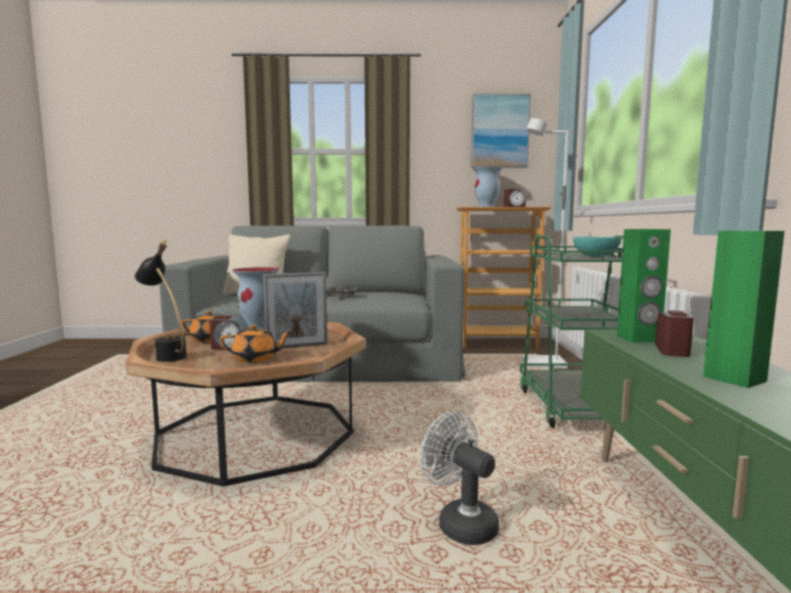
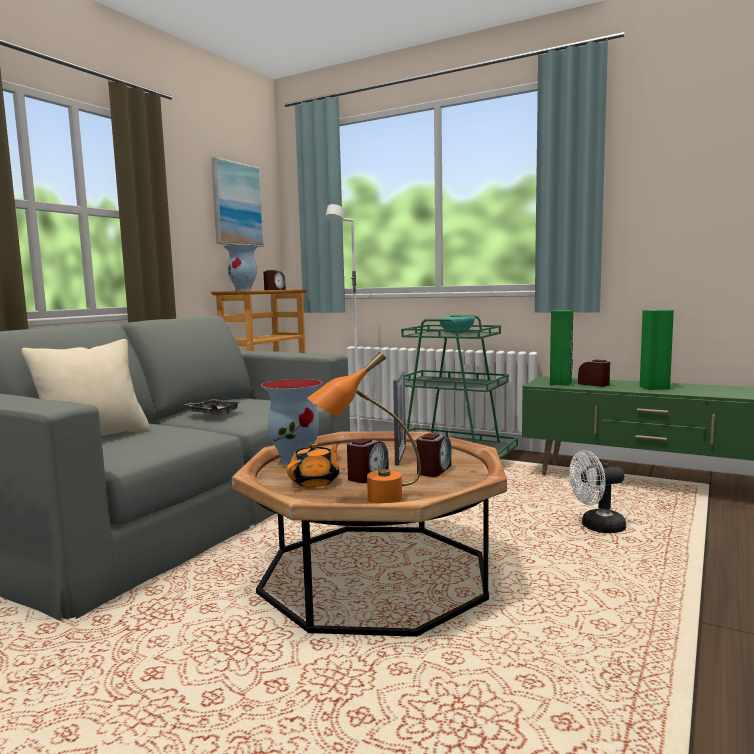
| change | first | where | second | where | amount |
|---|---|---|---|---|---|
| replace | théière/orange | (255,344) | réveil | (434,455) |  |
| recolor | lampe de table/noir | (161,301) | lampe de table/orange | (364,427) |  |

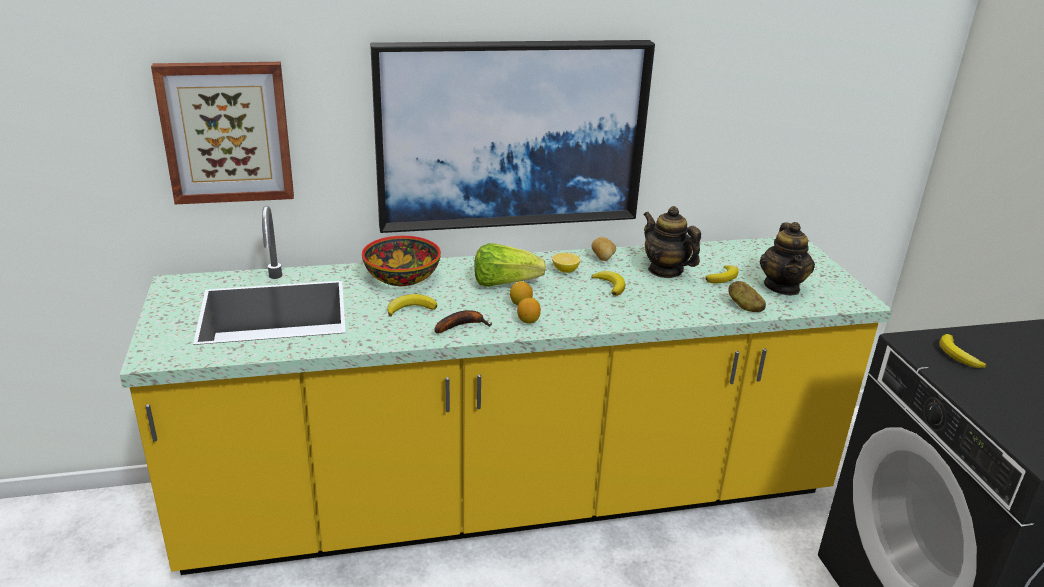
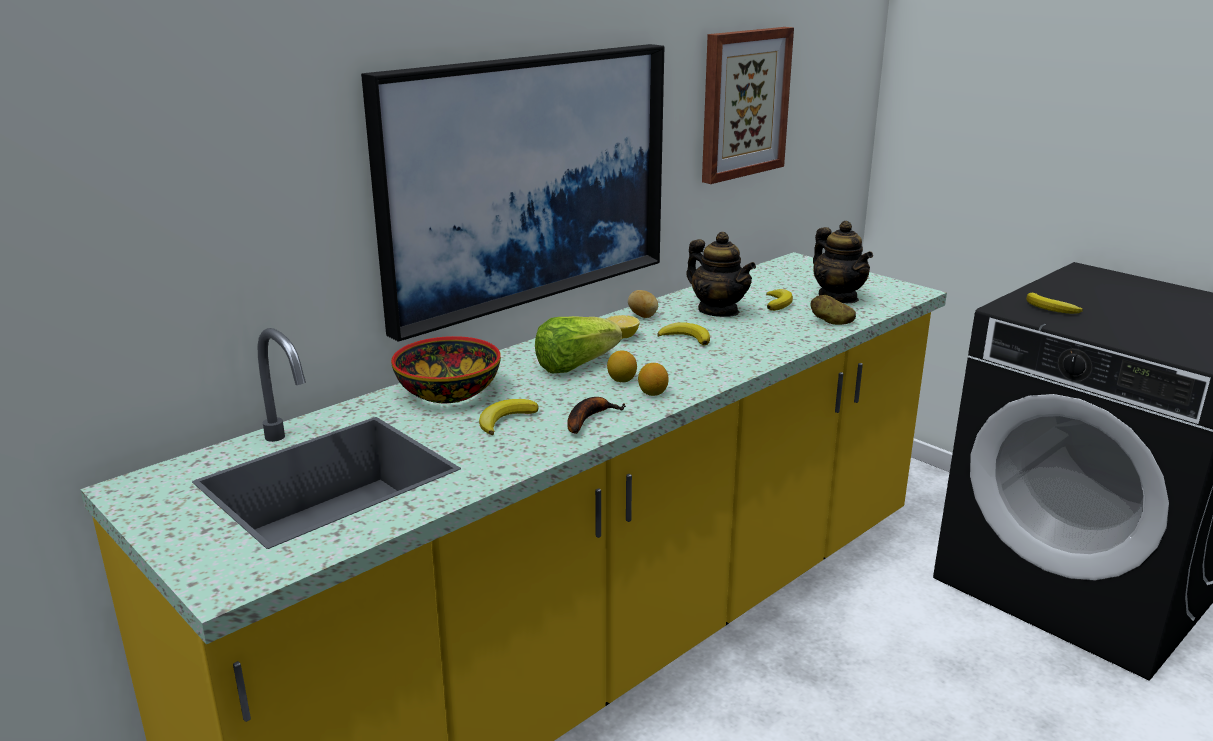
| change | first | where | second | where | amount |
|---|---|---|---|---|---|
| move | tableau | (222,133) |  | (748,105) |  |
| rotate | théière | (672,242) |  | (721,274) | 150 degrees counterclockwise |

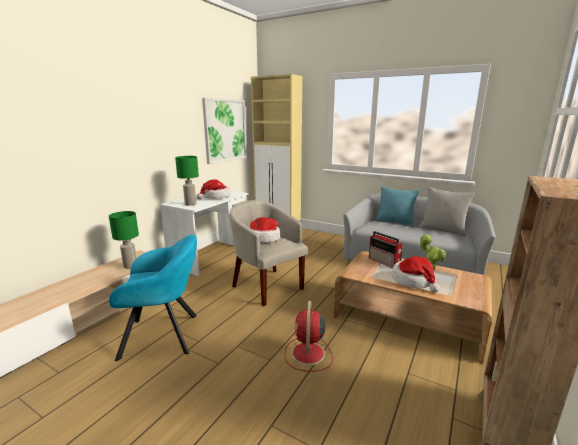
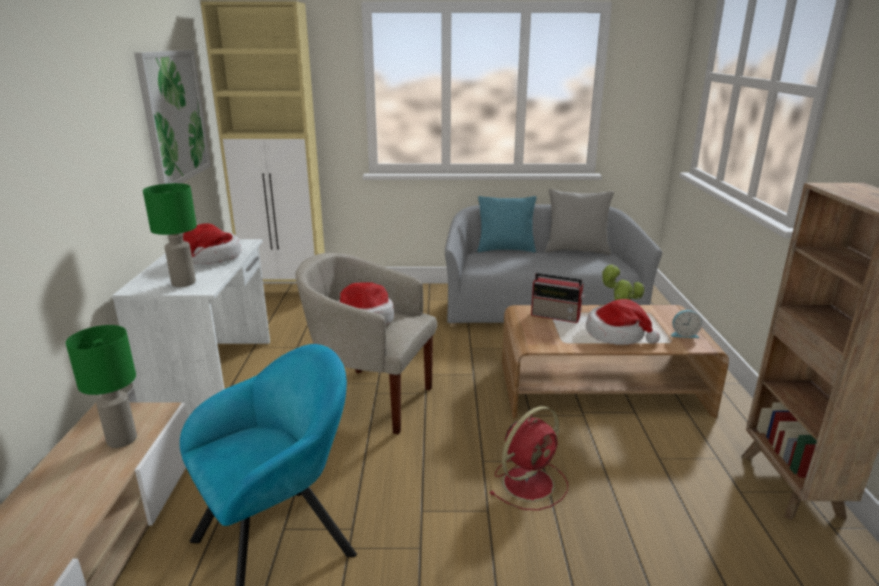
| change | first | where | second | where | amount |
|---|---|---|---|---|---|
| insert |  |  | réveil | (686,324) |  |
| rotate | ventilateur/rouge | (309,336) |  | (529,458) | 105 degrees counterclockwise |

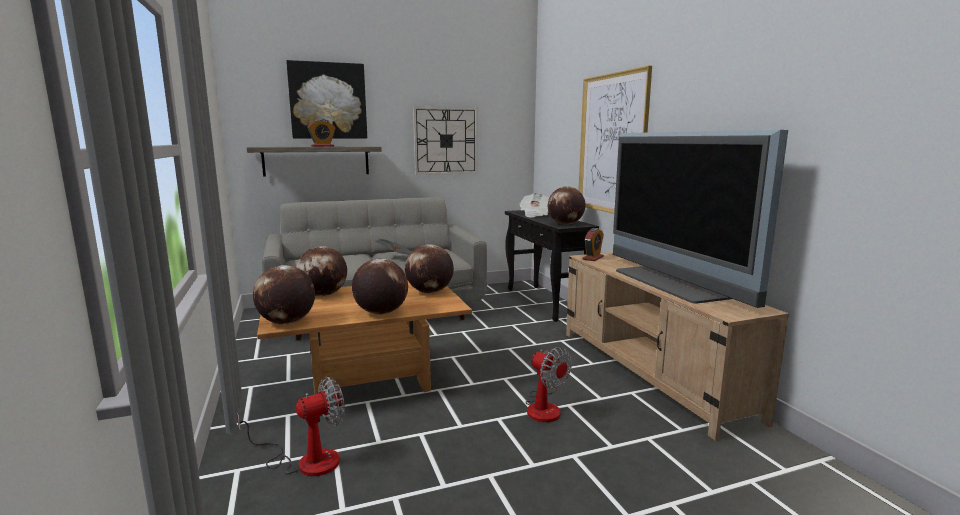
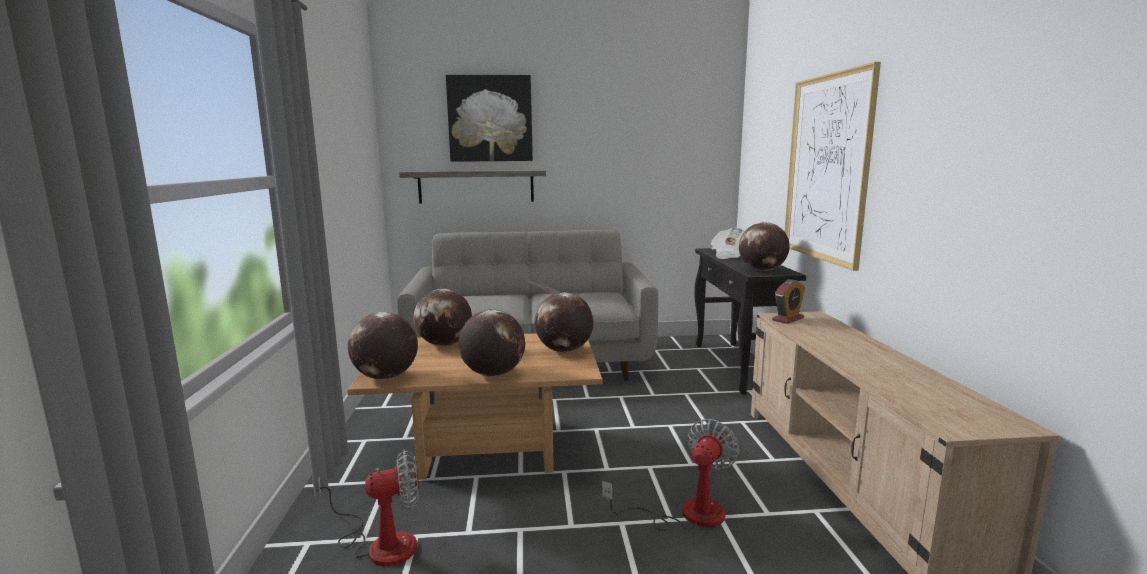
| change | first | where | second | where | amount |
|---|---|---|---|---|---|
| delete | réveil | (321,133) |  |  |  |
| delete | horloge murale | (445,140) |  |  |  |
| delete | téléviseur | (700,219) |  |  |  |
| rotate | ventilateur | (548,384) |  | (670,474) | 120 degrees counterclockwise |

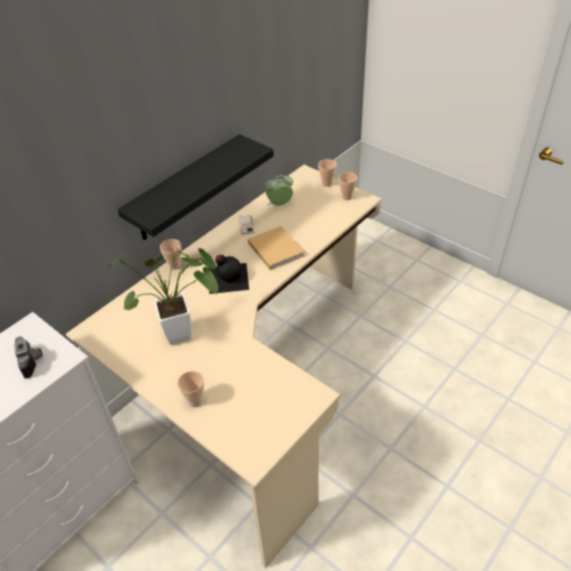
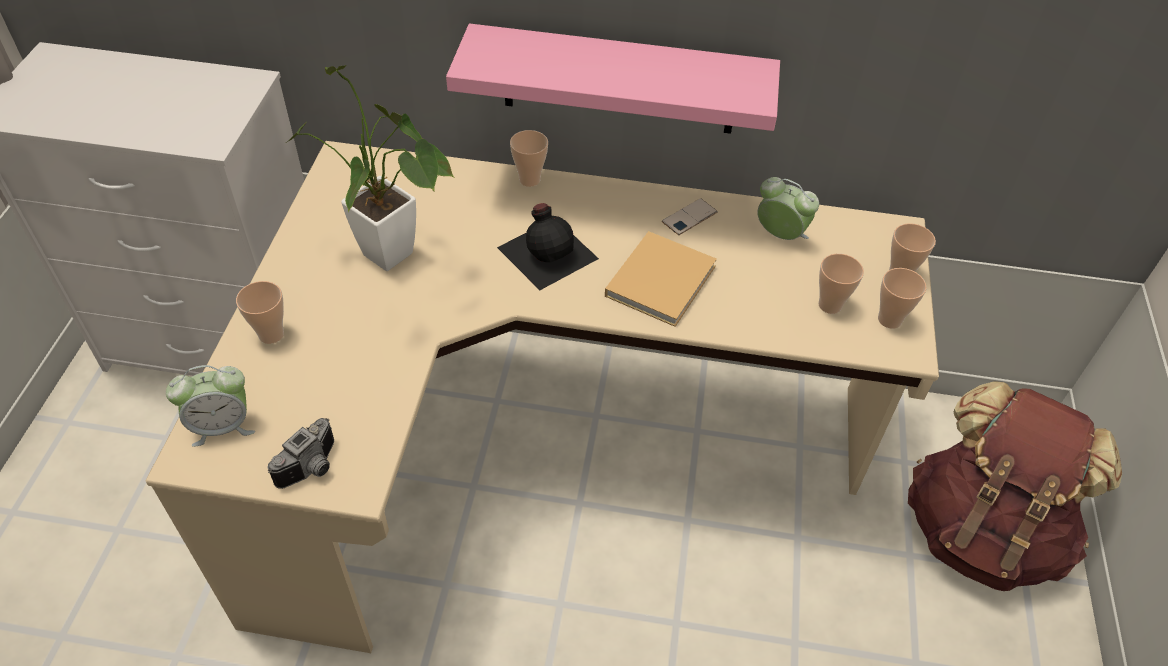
| change | first | where | second | where | amount |
|---|---|---|---|---|---|
| insert |  |  | réveil | (210,406) |  |
| insert |  |  | tasse | (841,284) |  |
| insert |  |  | sac à dos/marron | (1015,486) |  |
| move | appareil photo | (28,357) |  | (300,453) |  |
| recolor | étagère/noir | (195,187) | étagère/rose | (613,79) |  |

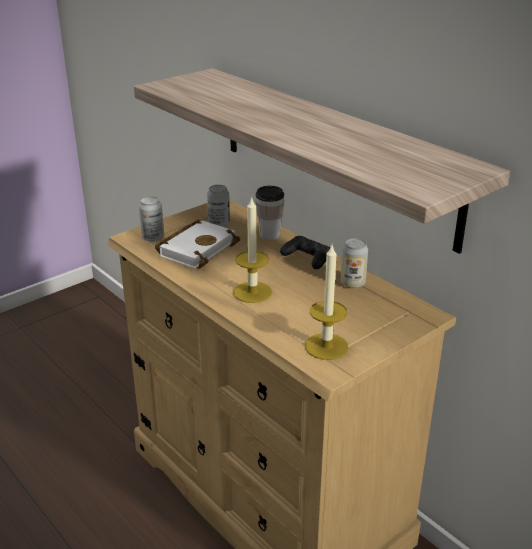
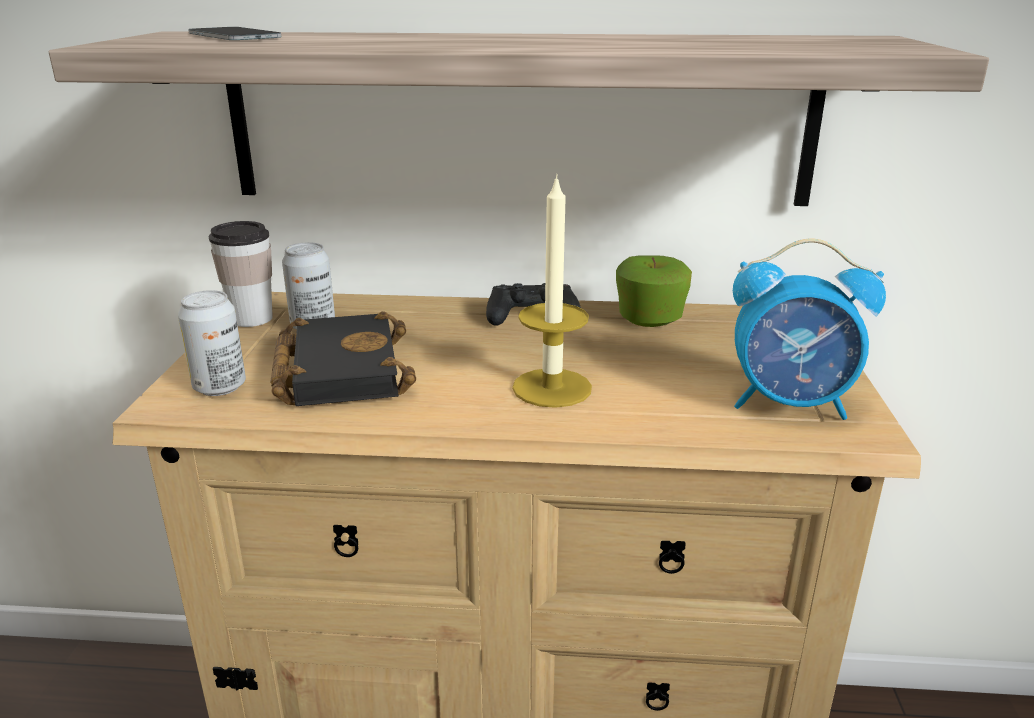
| change | first | where | second | where | amount |
|---|---|---|---|---|---|
| insert |  |  | téléphone | (234,33) |  |
| move | tasse | (270,213) |  | (241,274) |  |
| replace | bougie | (326,302) | réveil | (809,329) |  |
| replace | boîte métallique | (354,263) | pomme | (654,291) |  |
| recolor | livre/blanc | (197,244) | livre/noir | (343,358) |  |

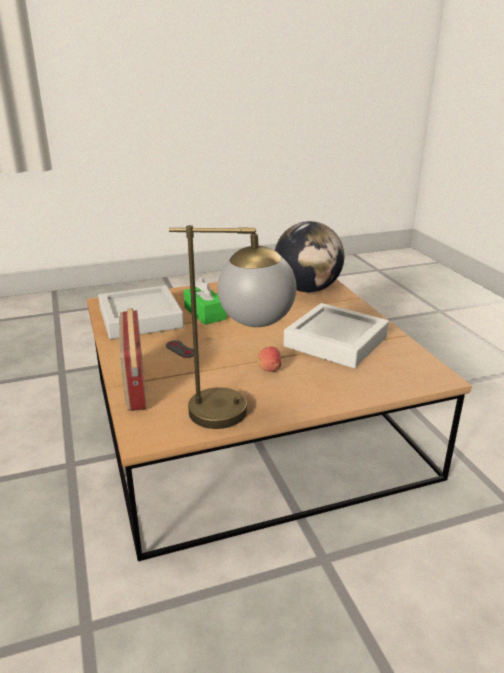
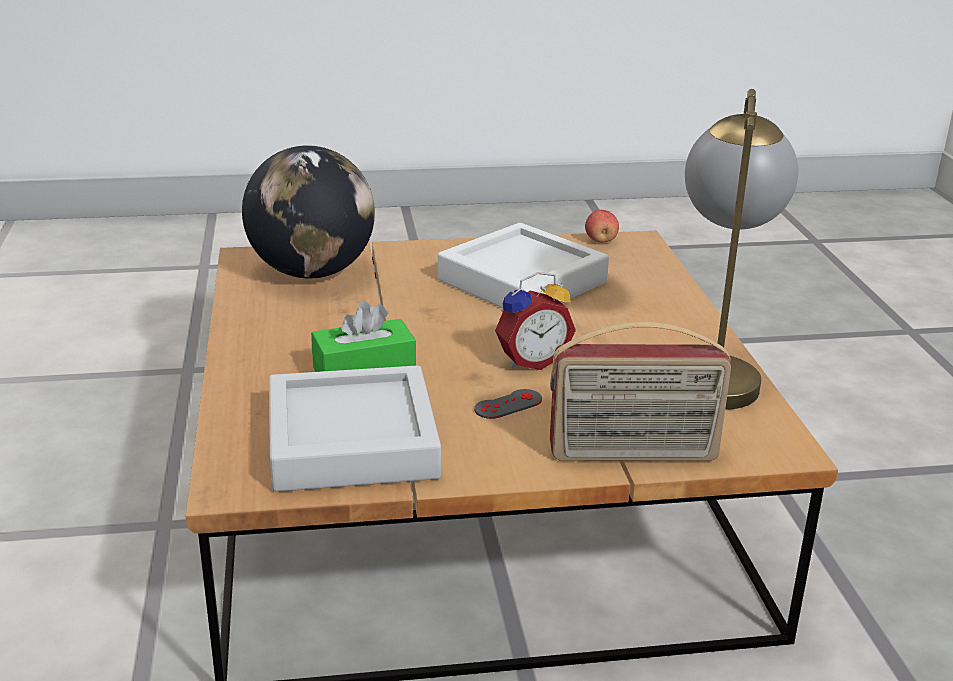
| change | first | where | second | where | amount |
|---|---|---|---|---|---|
| insert |  |  | réveil | (535,321) |  |
| move | pomme | (270,359) |  | (602,226) |  |

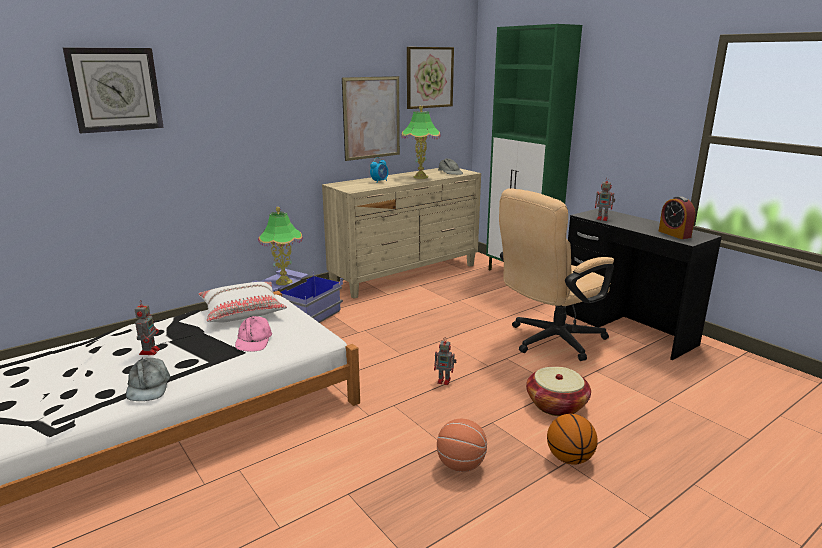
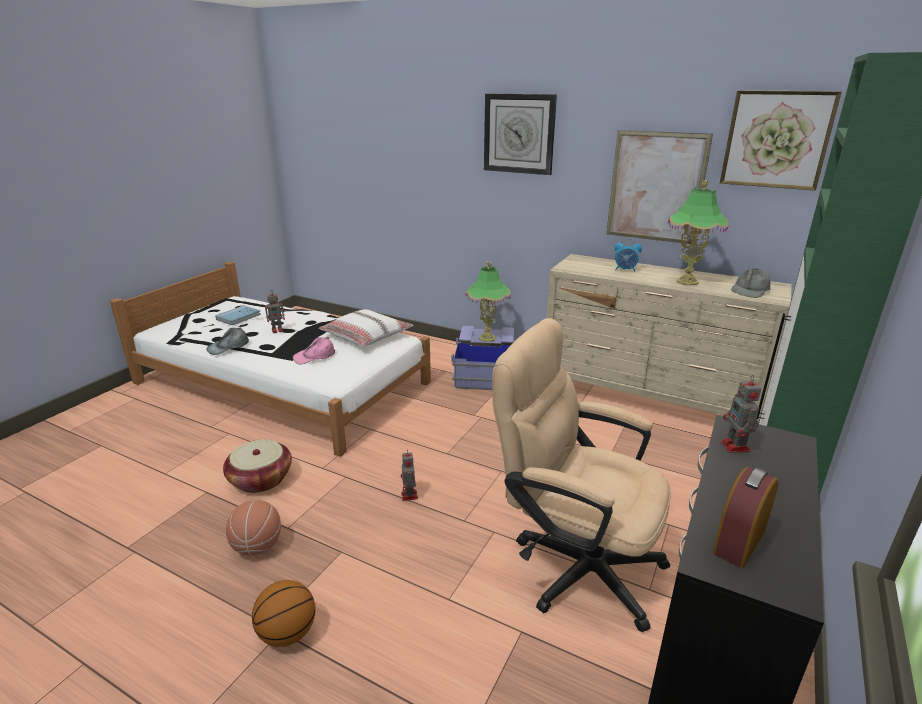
| change | first | where | second | where | amount |
|---|---|---|---|---|---|
| insert |  |  | livre/bleu | (238,315) |  |
| move | horloge murale | (113,90) |  | (520,134) |  |
| move | panier | (558,391) |  | (257,466) |  |

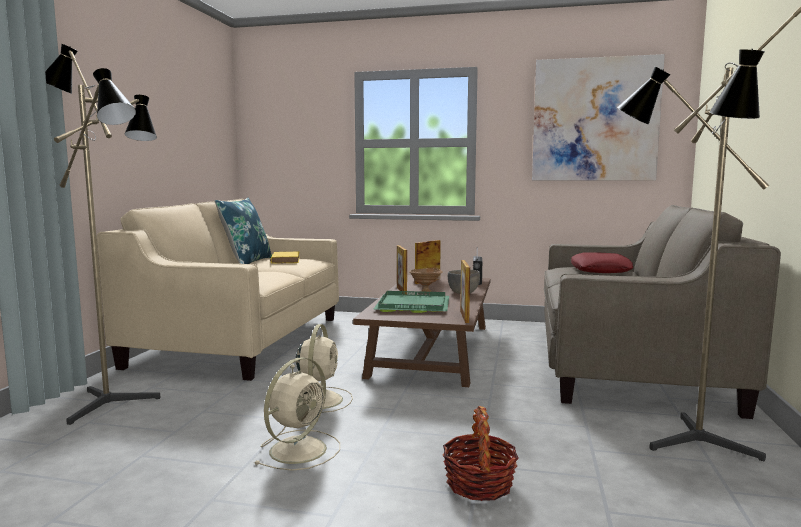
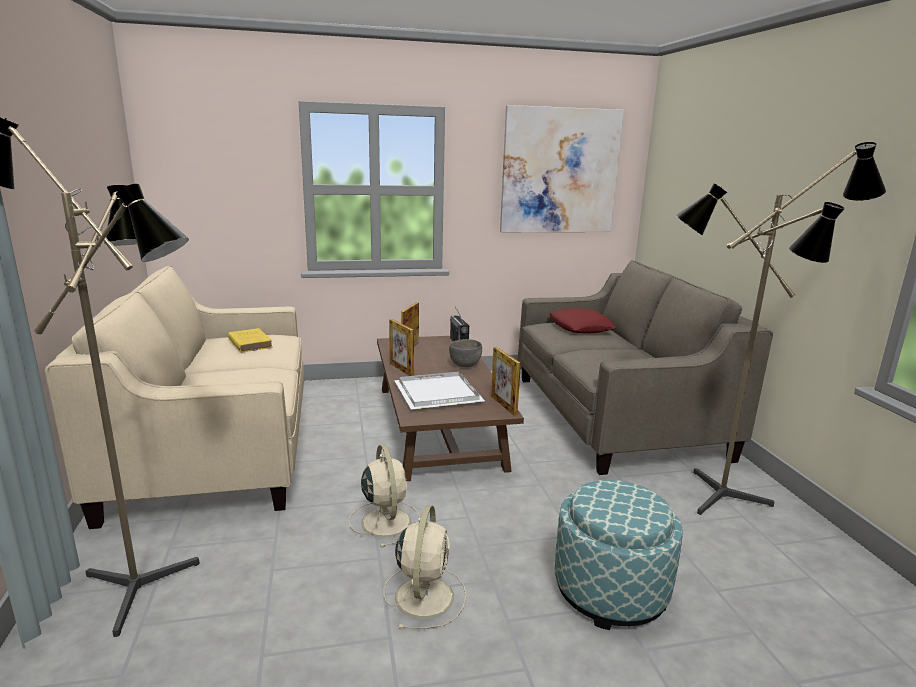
| change | first | where | second | where | amount |
|---|---|---|---|---|---|
| delete | coussin/bleu | (243,231) |  |  |  |
| delete | bol/marron | (426,280) |  |  |  |
| replace | panier | (481,453) | pouf | (619,555) |  |
| recolor | plateau/vert | (411,302) | plateau/blanc | (439,391) |  |

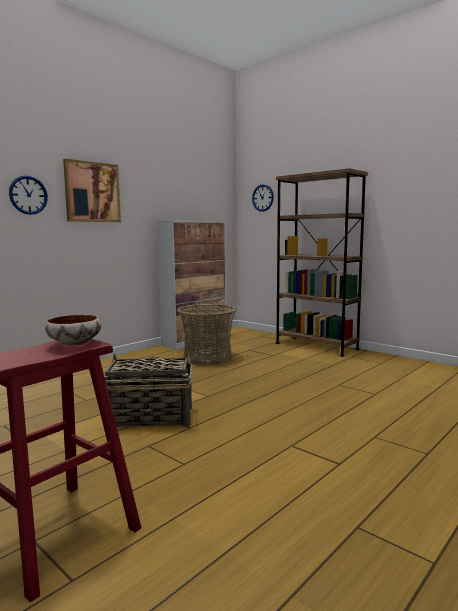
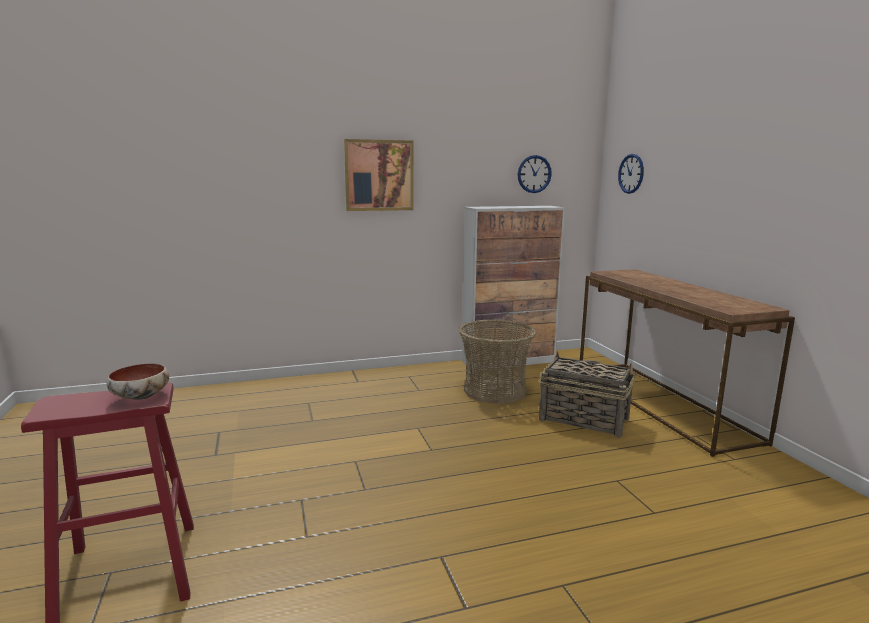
| change | first | where | second | where | amount |
|---|---|---|---|---|---|
| move | horloge murale | (28,195) |  | (535,174) |  |
| move | panier | (148,389) |  | (587,394) |  |
| replace | bibliothèque/marron | (322,262) | table console/marron | (687,363) |  |

